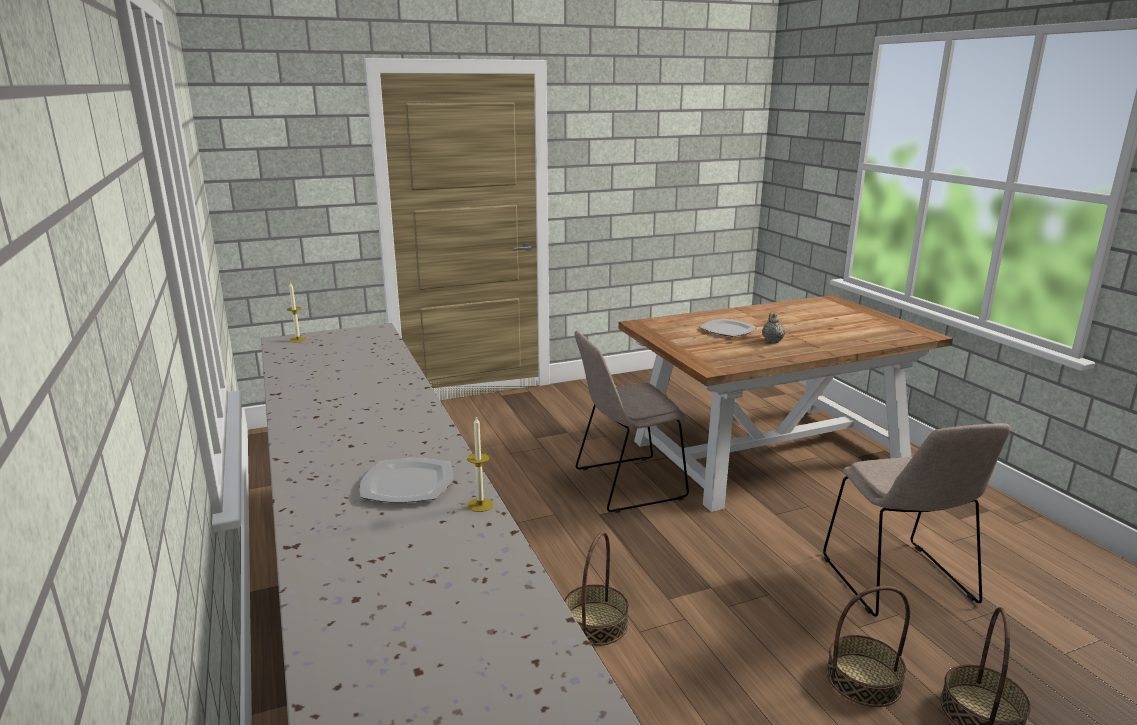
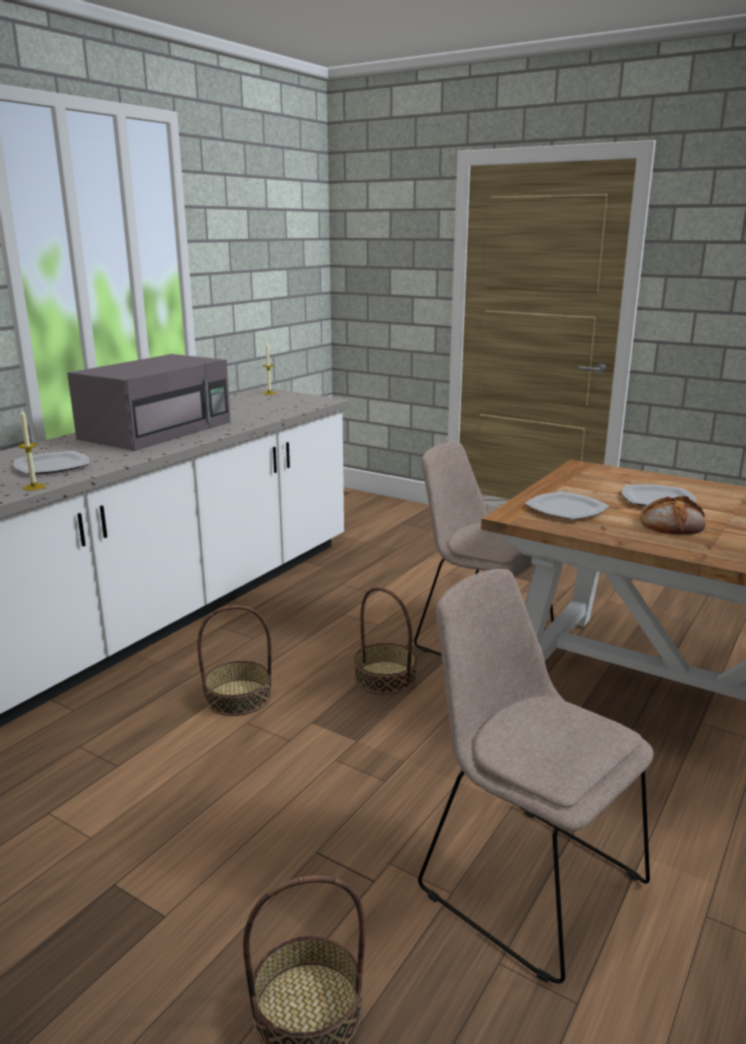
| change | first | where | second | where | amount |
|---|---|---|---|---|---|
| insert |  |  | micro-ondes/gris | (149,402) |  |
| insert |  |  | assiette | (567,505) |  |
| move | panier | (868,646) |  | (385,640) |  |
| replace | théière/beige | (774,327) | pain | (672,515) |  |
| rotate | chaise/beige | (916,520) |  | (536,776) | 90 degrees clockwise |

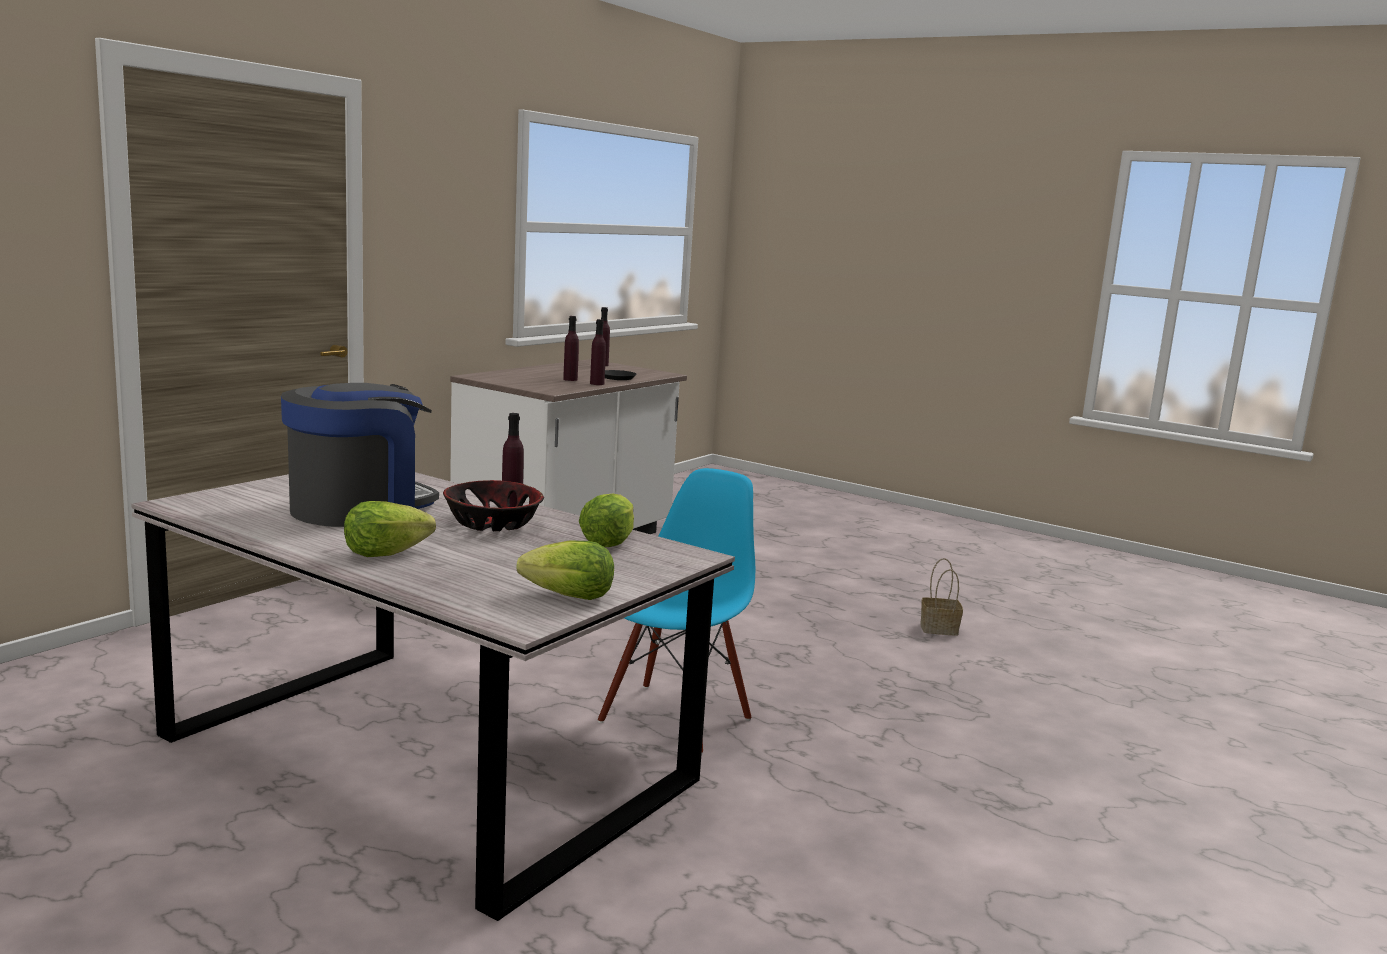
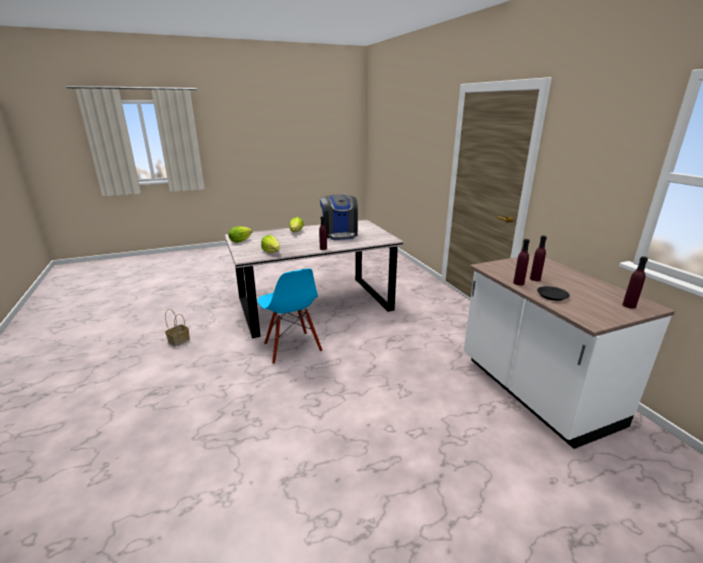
| change | first | where | second | where | amount |
|---|---|---|---|---|---|
| delete | bol | (493,505) |  |  |  |
| move | panier | (941,597) |  | (177,328) |  |

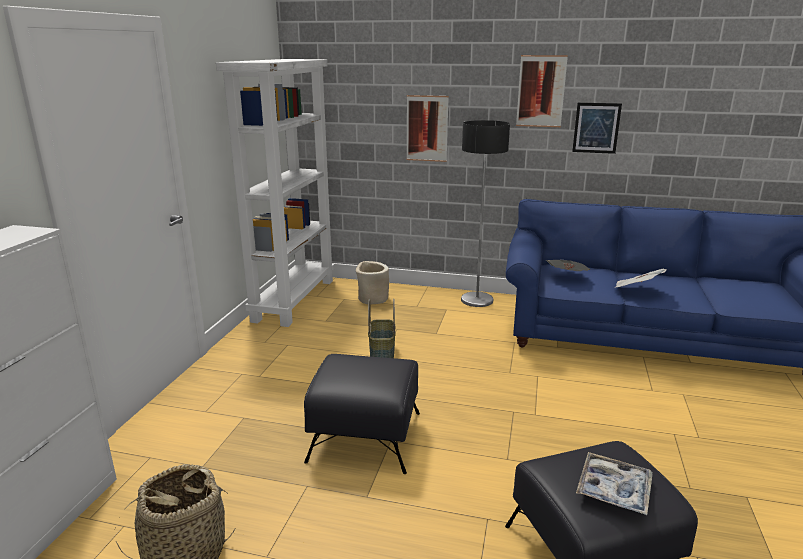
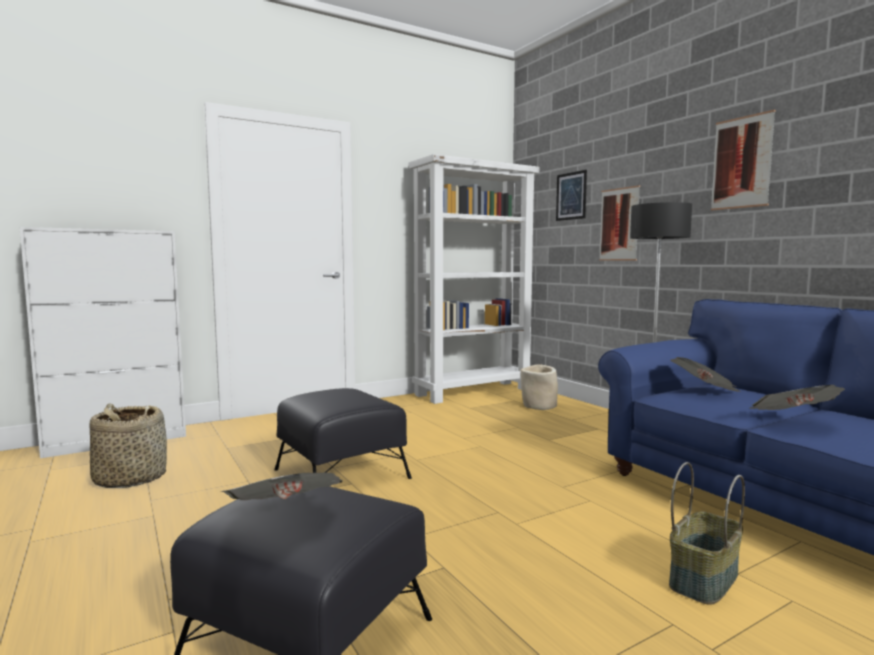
| change | first | where | second | where | amount |
|---|---|---|---|---|---|
| move | panier | (382,328) |  | (707,533) |  |
| move | tableau | (597,128) |  | (571,195) |  |
| replace | plateau | (614,483) | journal | (282,486) |  |

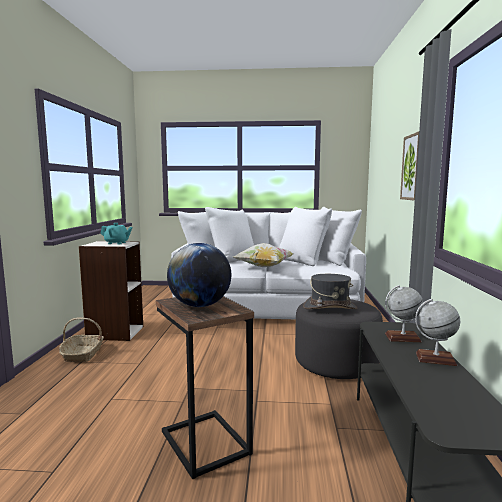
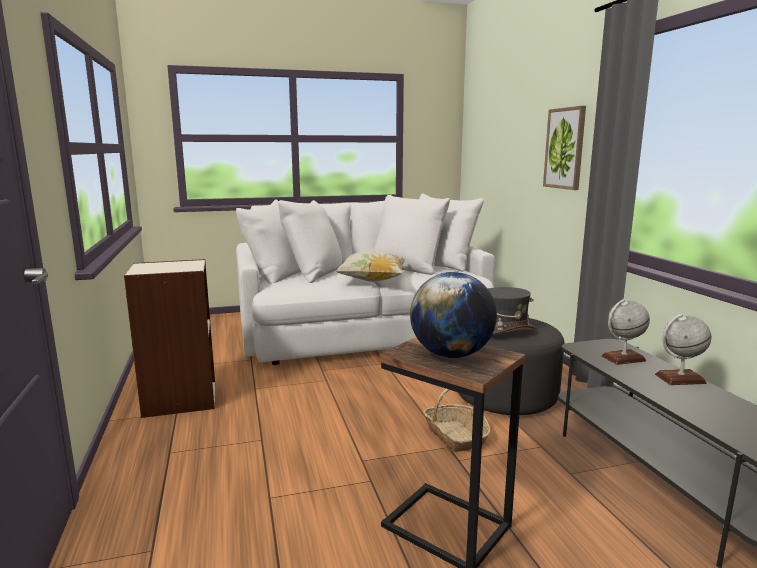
| change | first | where | second | where | amount |
|---|---|---|---|---|---|
| delete | théière/turquoise | (116,233) |  |  |  |
| move | panier | (81,339) |  | (457,420) |  |

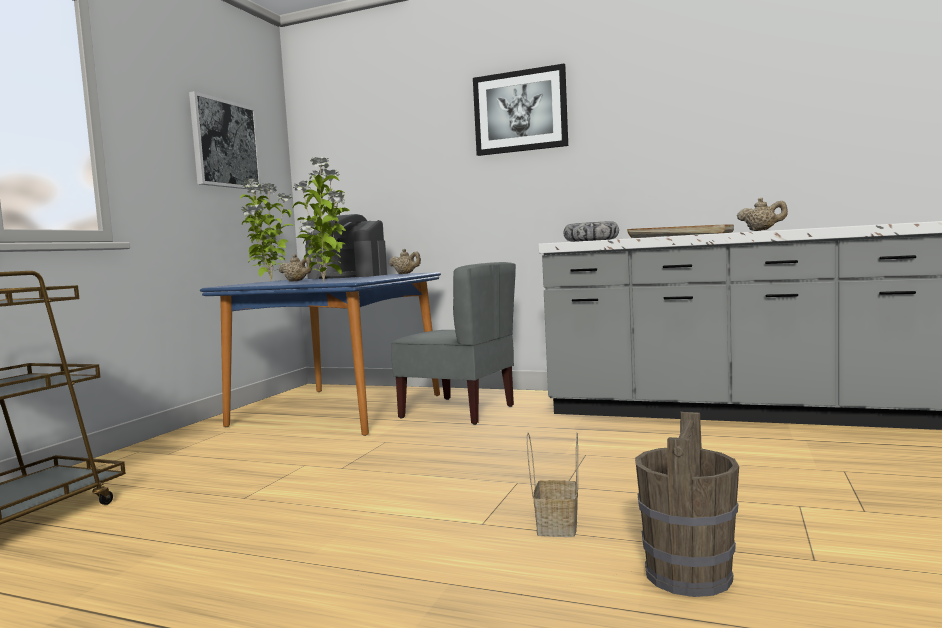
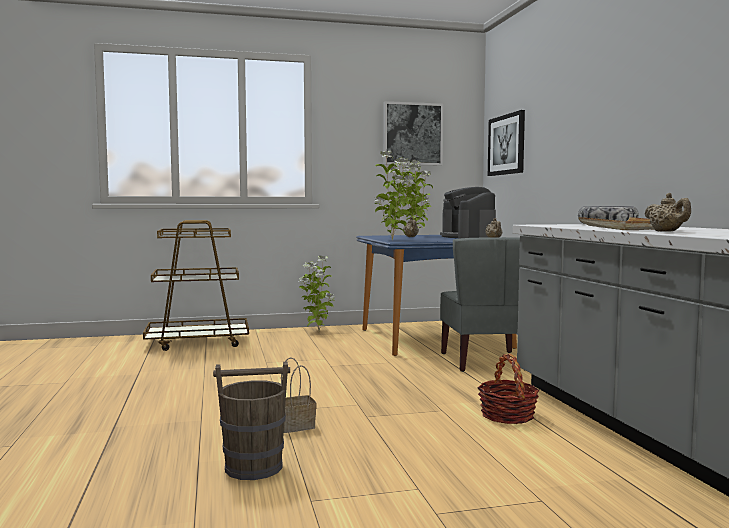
| change | first | where | second | where | amount |
|---|---|---|---|---|---|
| insert |  |  | plante en pot | (316,293) |  |
| insert |  |  | panier | (509,389) |  |
| move | tableau | (520,110) |  | (506,143) |  |

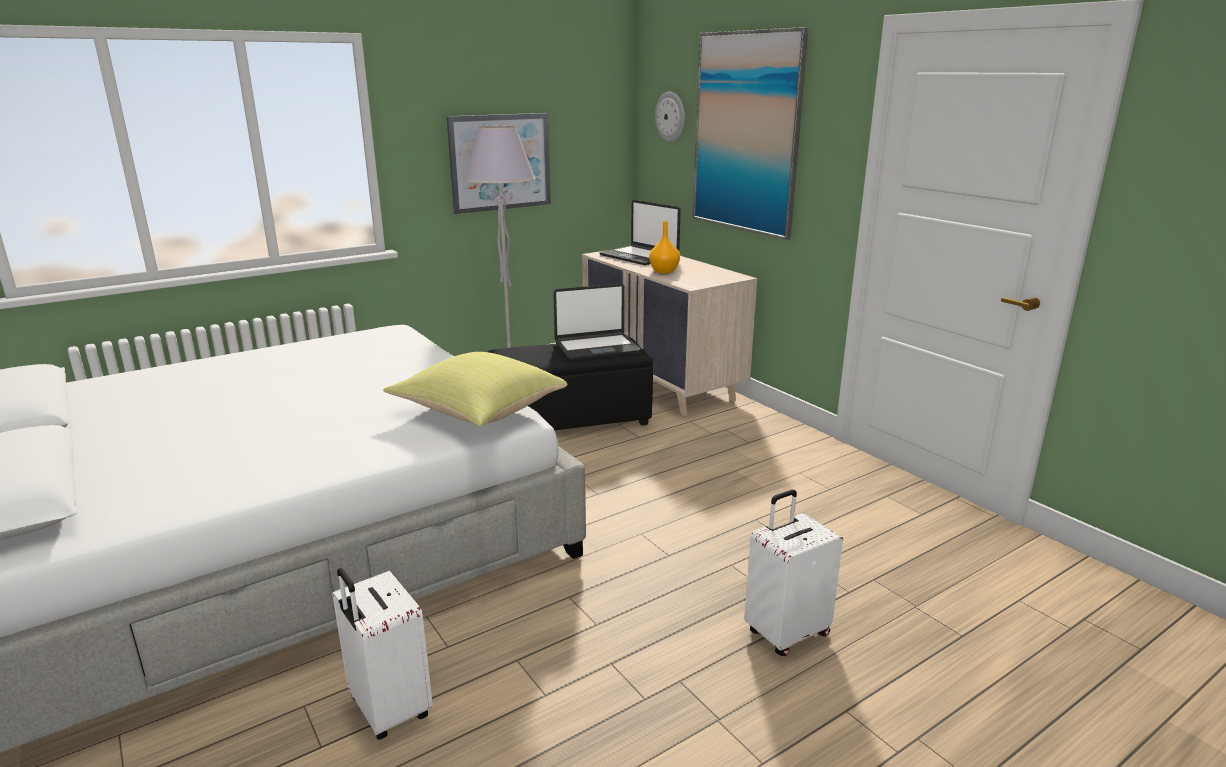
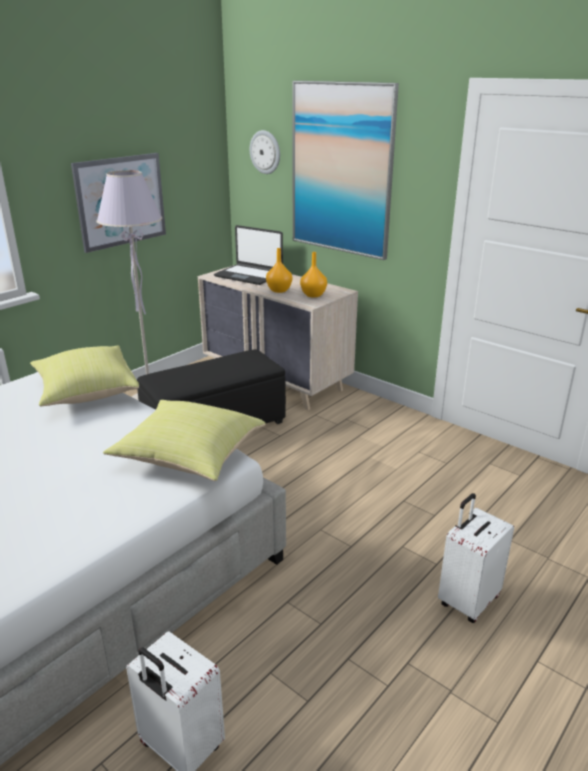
| change | first | where | second | where | amount |
|---|---|---|---|---|---|
| delete | ordinateur portable | (597,322) |  |  |  |
| insert |  |  | coussin/jaune | (84,375) |  |
| insert |  |  | vase/orange | (313,275) |  |

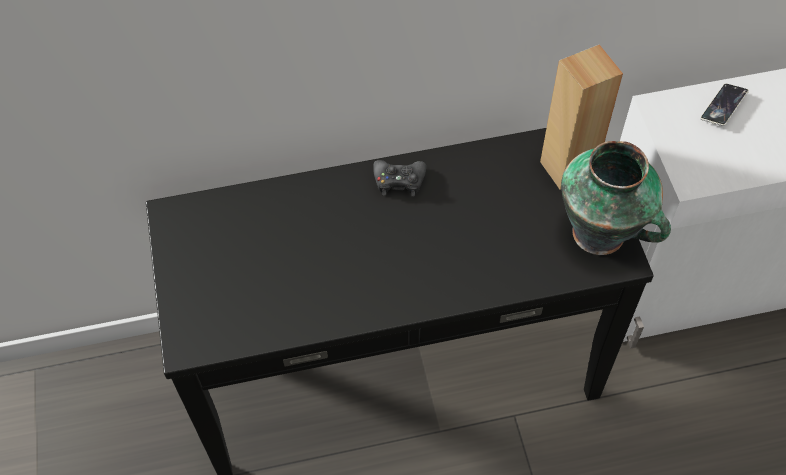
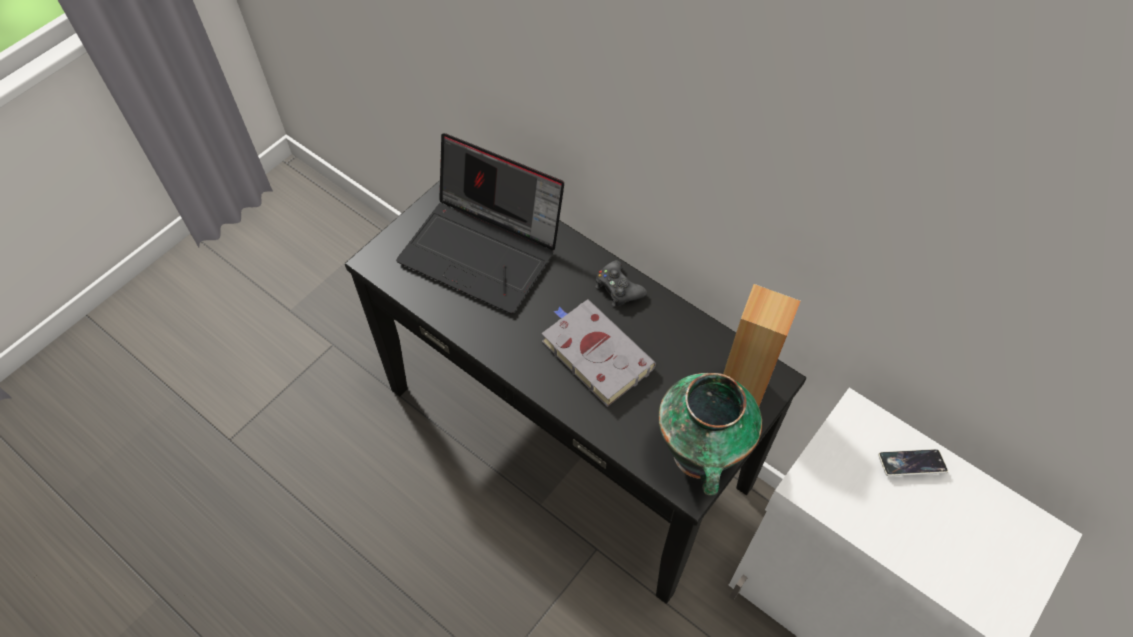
| change | first | where | second | where | amount |
|---|---|---|---|---|---|
| insert |  |  | ordinateur portable | (480,223) |  |
| insert |  |  | livre/gris | (598,353) |  |

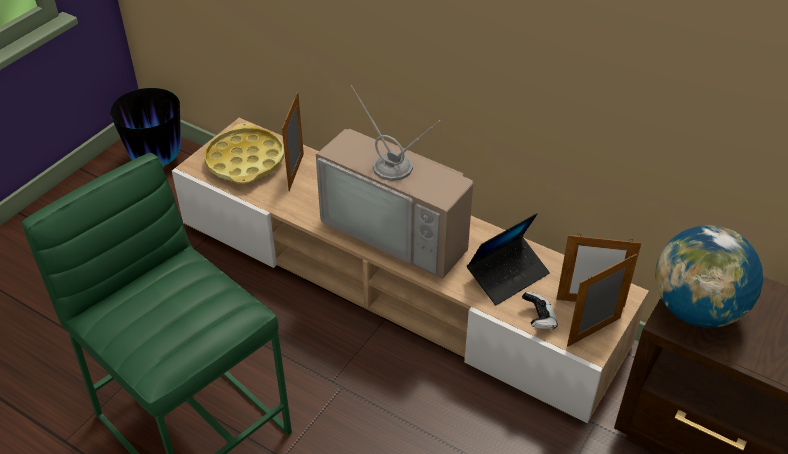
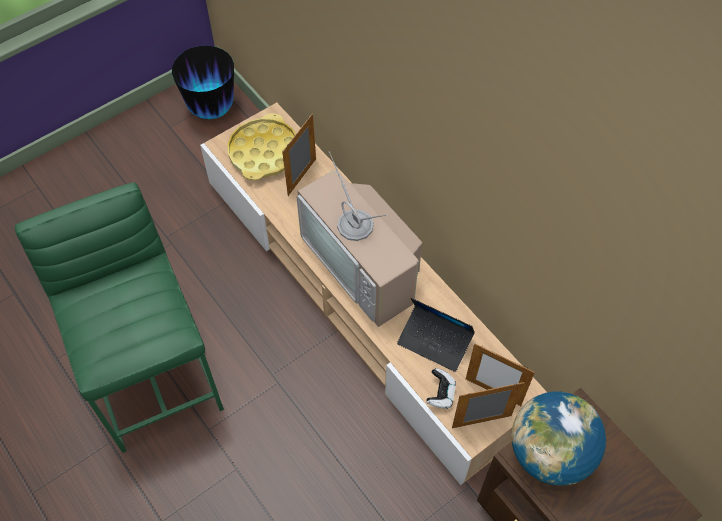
| change | first | where | second | where | amount |
|---|---|---|---|---|---|
| rotate | ordinateur portable | (508,259) |  | (436,335) | 45 degrees clockwise |

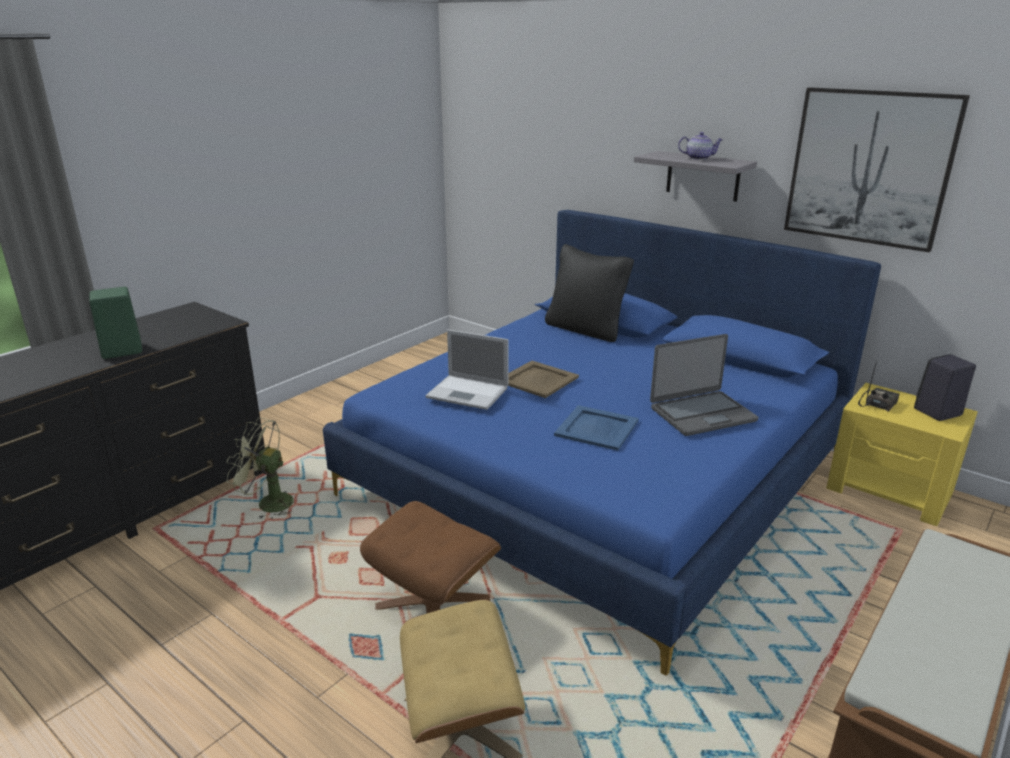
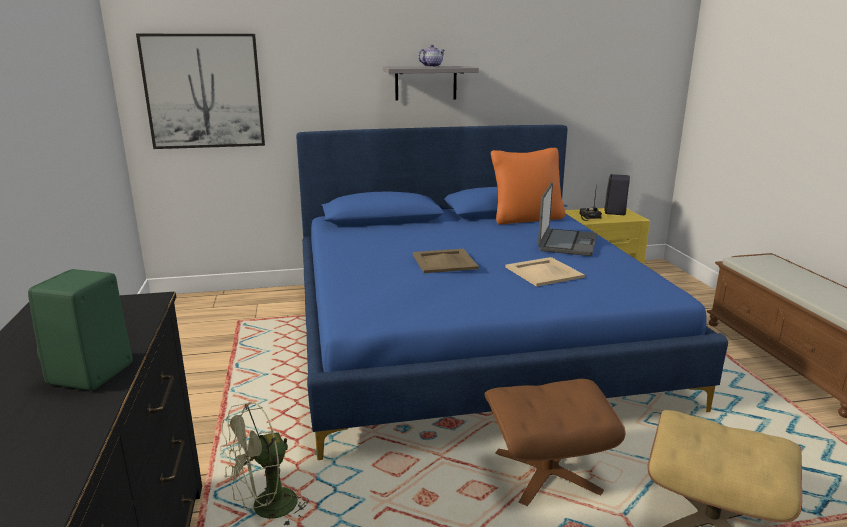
| change | first | where | second | where | amount |
|---|---|---|---|---|---|
| delete | ordinateur portable | (467,370) |  |  |  |
| delete | coussin/noir | (589,293) |  |  |  |
| insert |  |  | coussin/orange | (528,186) |  |
| move | tableau | (877,170) |  | (200,91) |  |
| recolor | plateau/bleu | (596,428) | plateau/beige | (545,272) |  |

